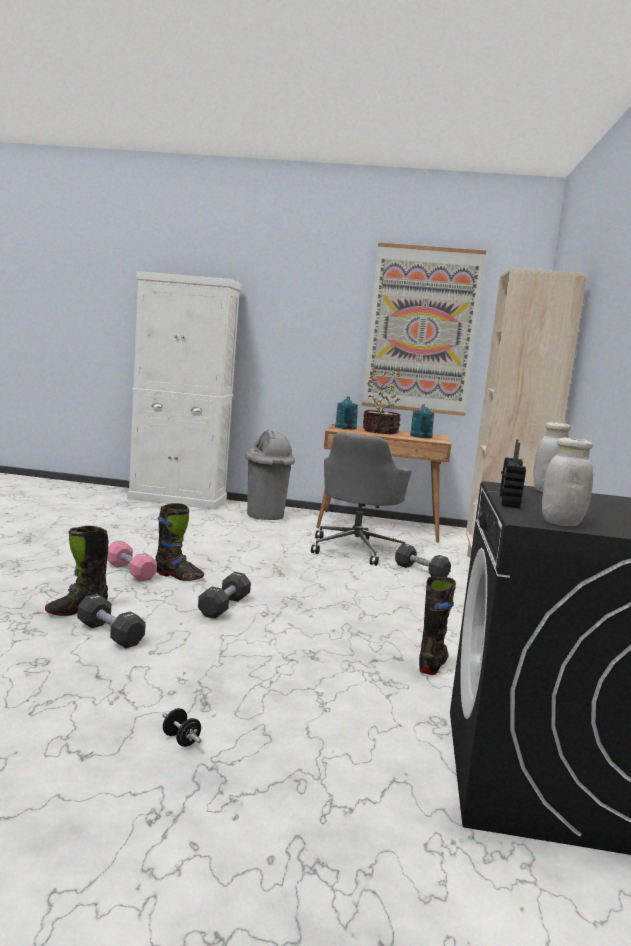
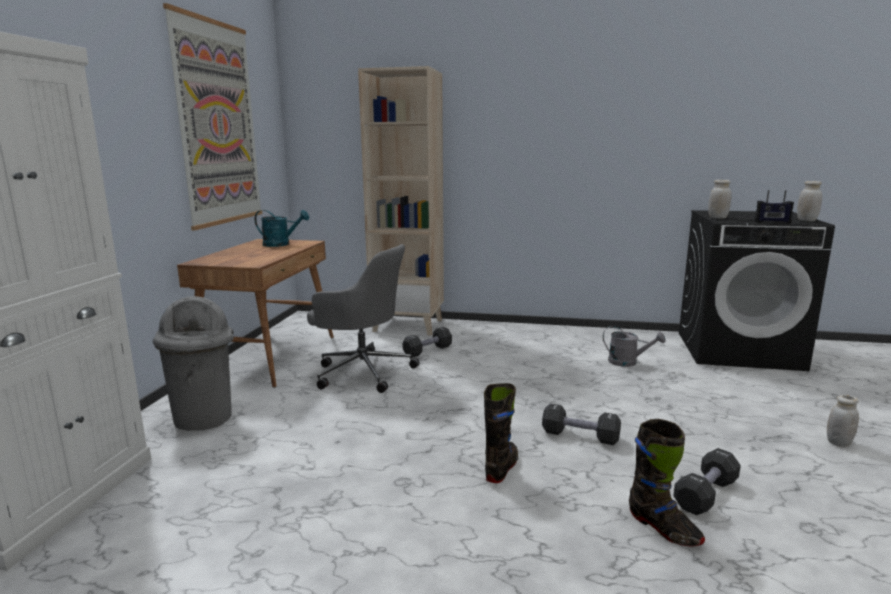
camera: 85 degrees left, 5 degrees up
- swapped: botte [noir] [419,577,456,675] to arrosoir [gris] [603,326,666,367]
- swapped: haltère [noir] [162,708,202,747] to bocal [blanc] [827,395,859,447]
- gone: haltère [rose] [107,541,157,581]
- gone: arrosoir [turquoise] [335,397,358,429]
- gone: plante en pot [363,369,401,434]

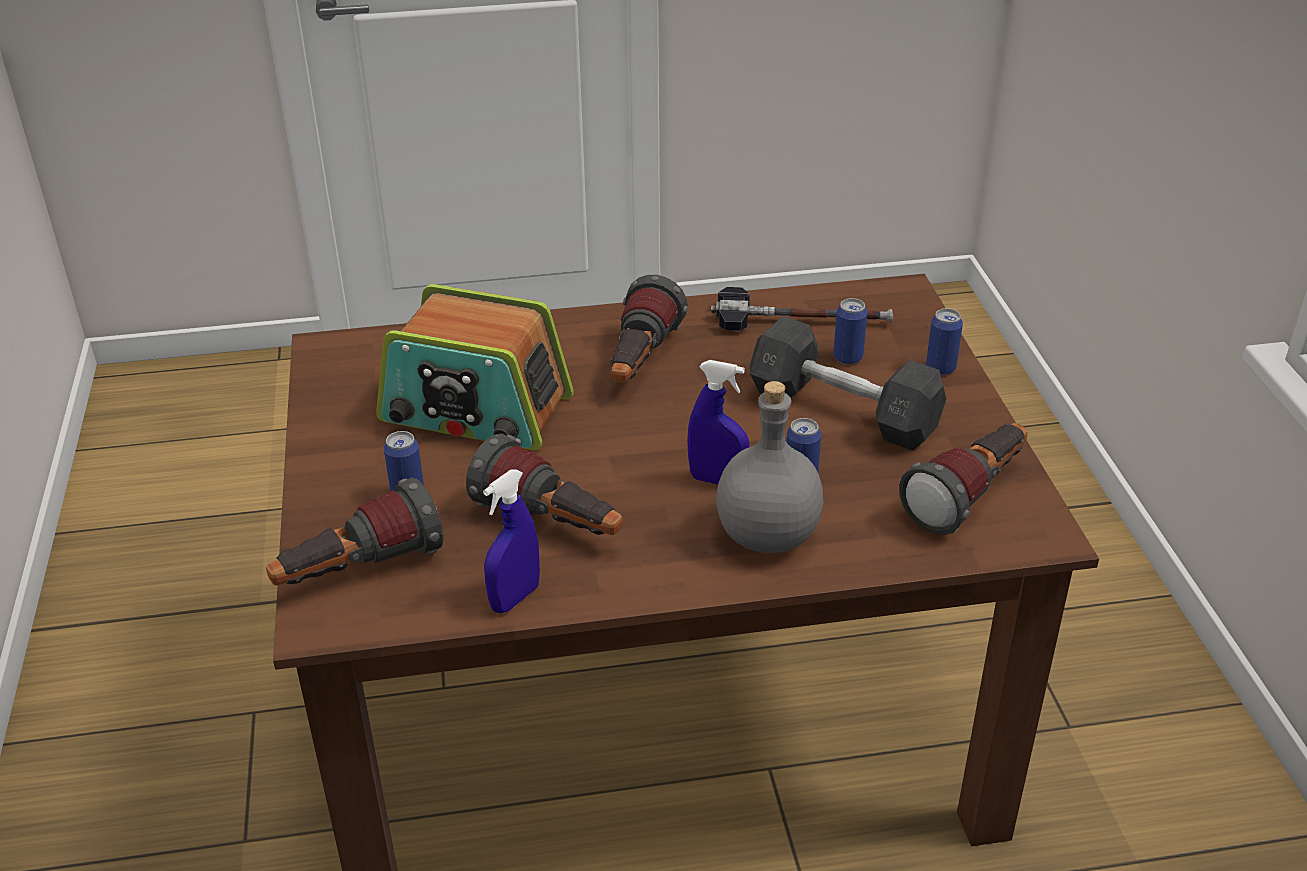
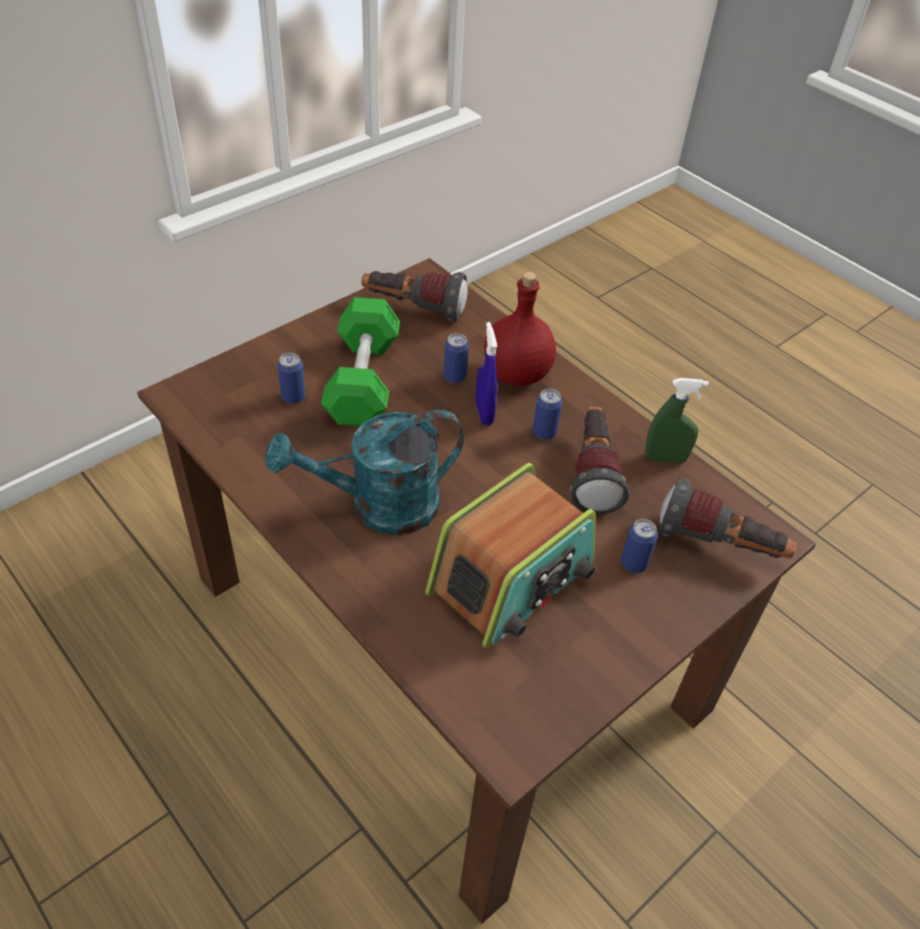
camera: 125 degrees left, 10 degrees up
- swapped: lampe de poche [611,275,688,383] to arrosoir [turquoise] [266,410,464,535]
- repainted: haltère [gris] [750,316,946,451] to haltère [vert] [321,297,400,426]
- rotated: radio [376,284,574,450] = [425,463,596,649] 60 degrees clockwise
- repainted: bouteille [gris] [717,381,823,553] to bouteille [rouge] [484,271,556,386]
- shifted: boîte métallique [926,308,963,375] to [533,389,562,440]
- repainted: vaporisateur [bleu] [483,470,540,613] to vaporisateur [vert] [645,378,709,463]
- gone: marteau [711,287,893,331]

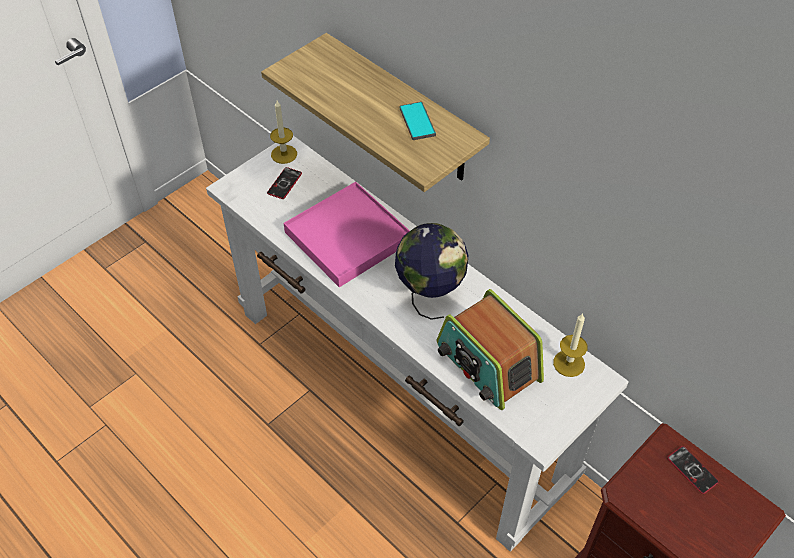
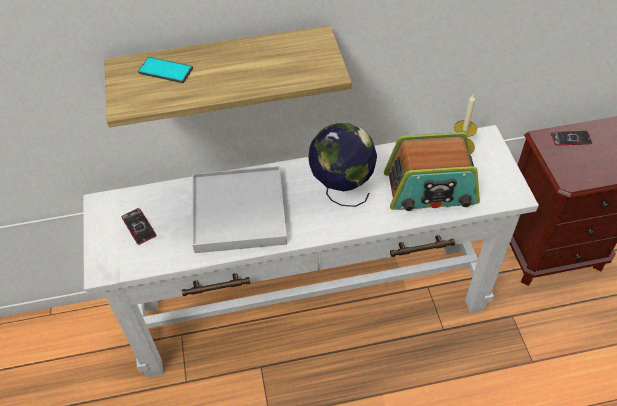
camera: 55 degrees left, 0 degrees up
- shifted: téléphone [399,102,436,140] to [138,57,193,83]
- repainted: plateau [rose] [284,182,410,287] to plateau [blanc] [192,166,287,253]
- gone: bougie [270,100,297,164]

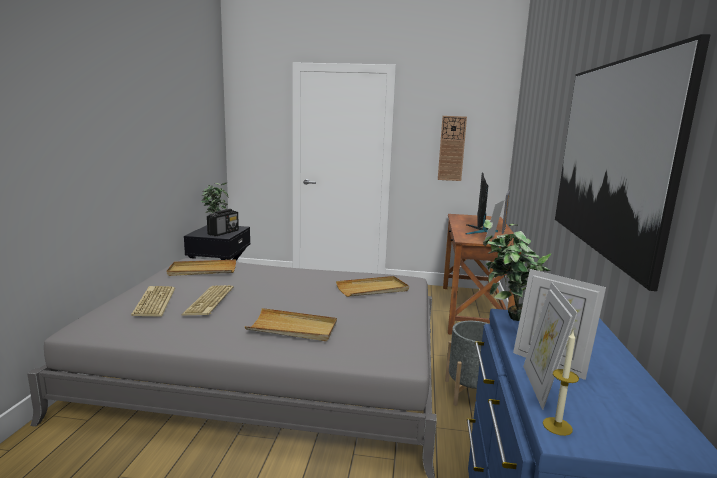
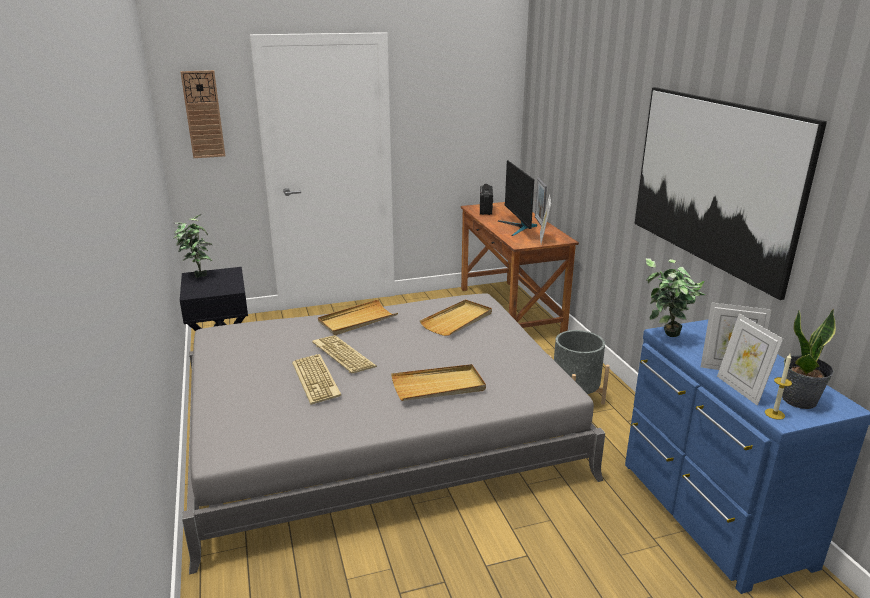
camera: 25 degrees left, 10 degrees up
- shifted: horloge murale [438,116,467,181] to [180,70,225,158]
- shifted: clavier [131,286,175,317] to [312,335,377,373]
- shifted: plateau [beige] [167,260,236,276] to [318,299,398,335]
- shifted: radio [207,209,239,236] to [480,184,493,215]
- new: plante en pot [782,309,836,409]

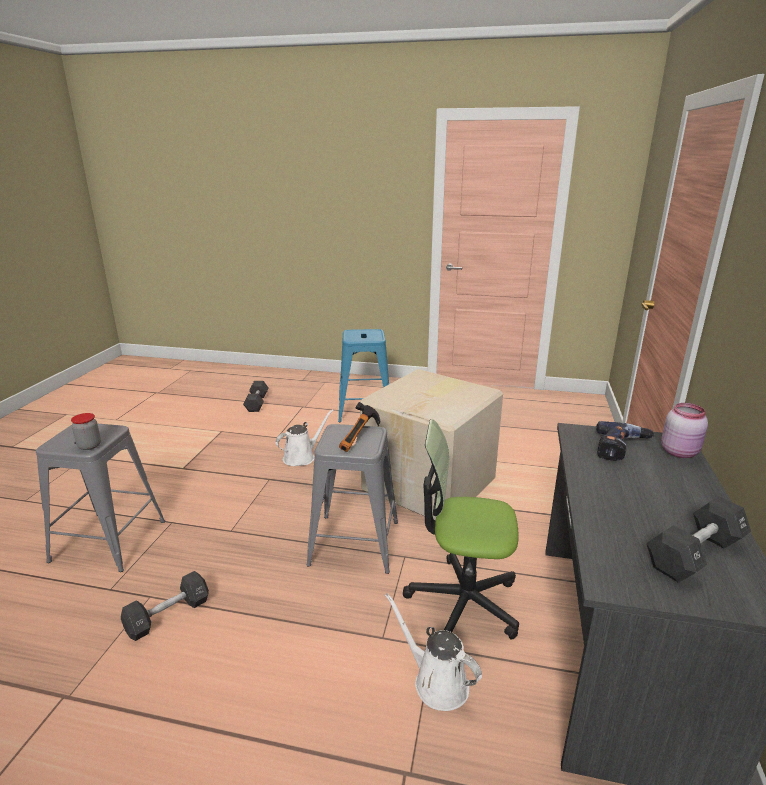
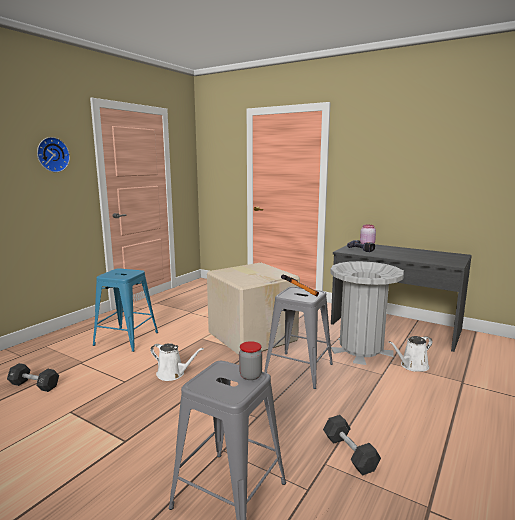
camera: 70 degrees left, 10 degrees down
- new: horloge murale [37,137,70,172]
- rotated: arrosoir [blanc] [276,409,333,466] = [150,343,204,381] 135 degrees clockwise
- swapped: chaise de bureau [403,419,519,640] to poubelle [gris] [330,261,404,365]
- gone: haltère [noir] [646,496,751,583]

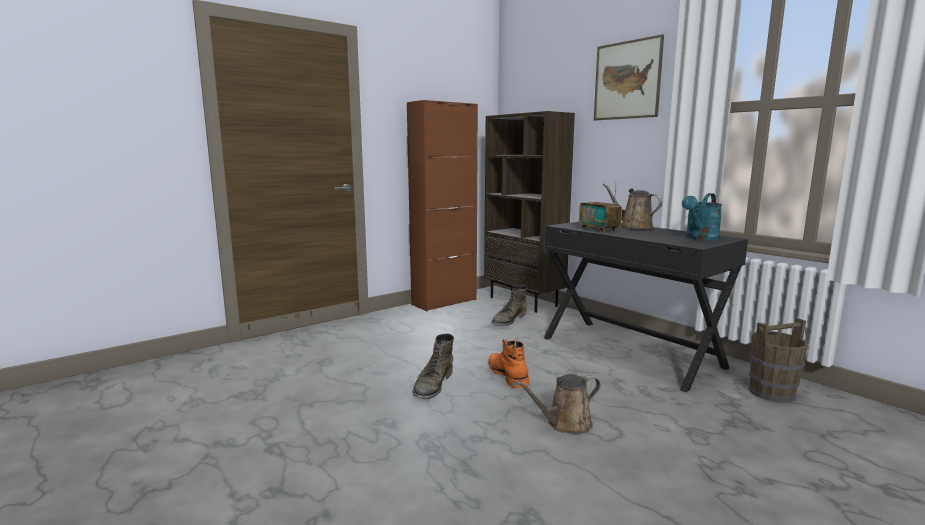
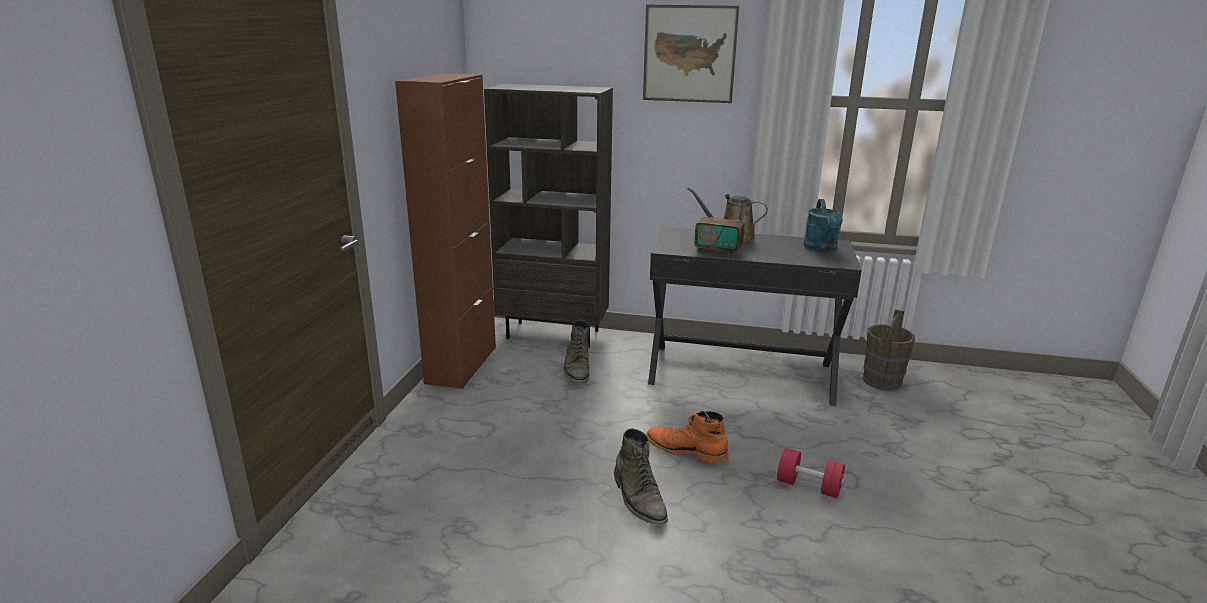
camera: 40 degrees left, 10 degrees up
- swapped: arrosoir [marron] [516,374,601,434] to haltère [rouge] [777,448,845,498]

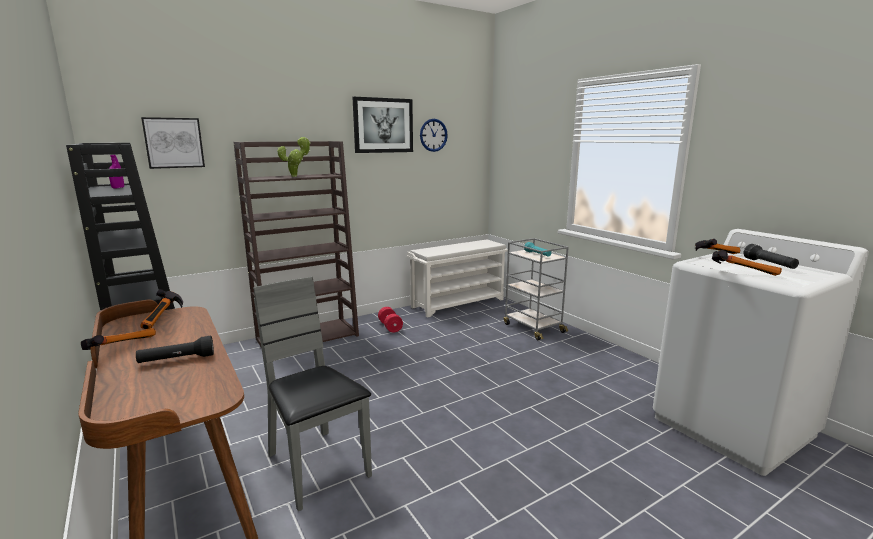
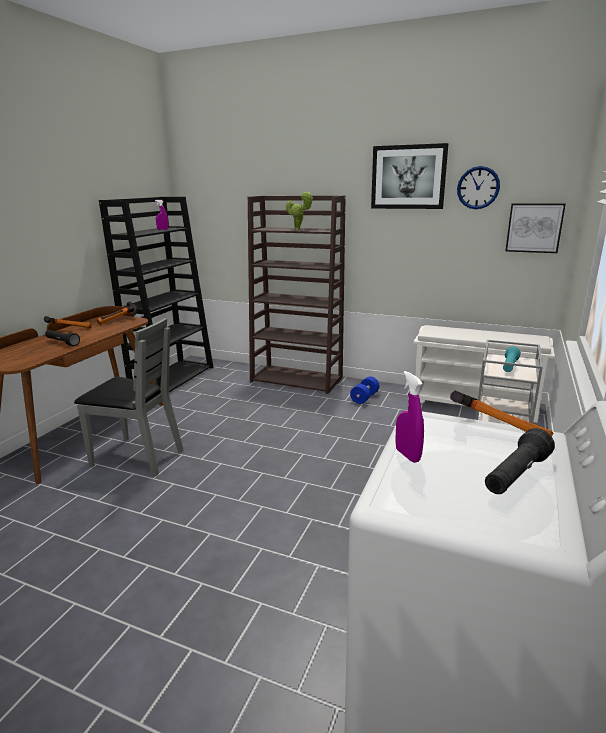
camera: 55 degrees right, 5 degrees up
- rotated: chaise [gris] [253,277,372,511] = [74,318,184,476] 90 degrees clockwise
- repainted: haltère [rouge] [378,307,403,333] to haltère [bleu] [350,376,380,404]
- swapped: marteau [712,250,782,276] to vaporisateur [violet] [395,371,424,463]
- shifted: tableau [141,117,205,169] to [505,203,566,253]

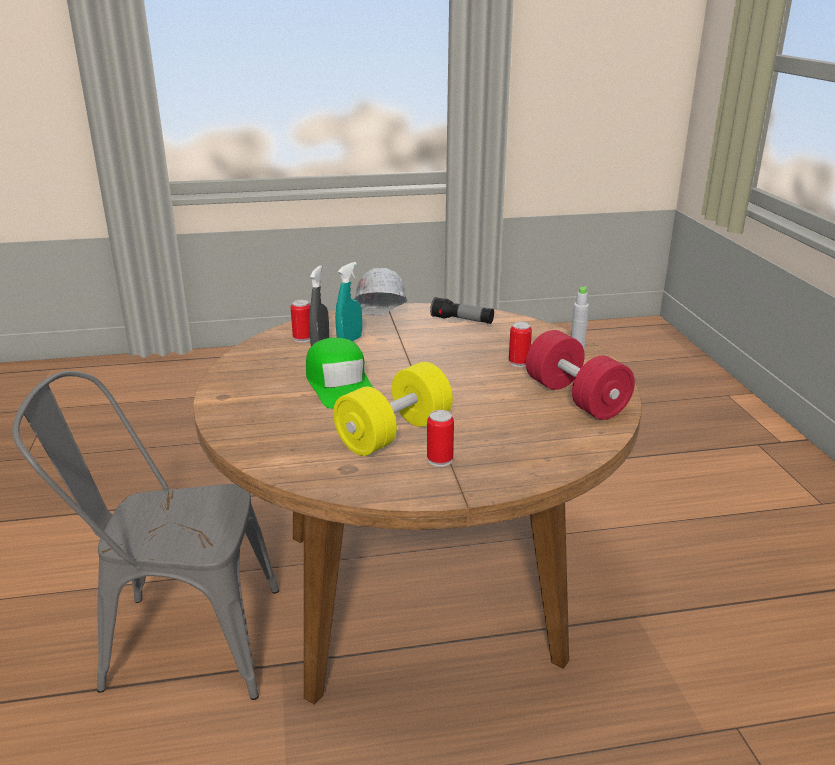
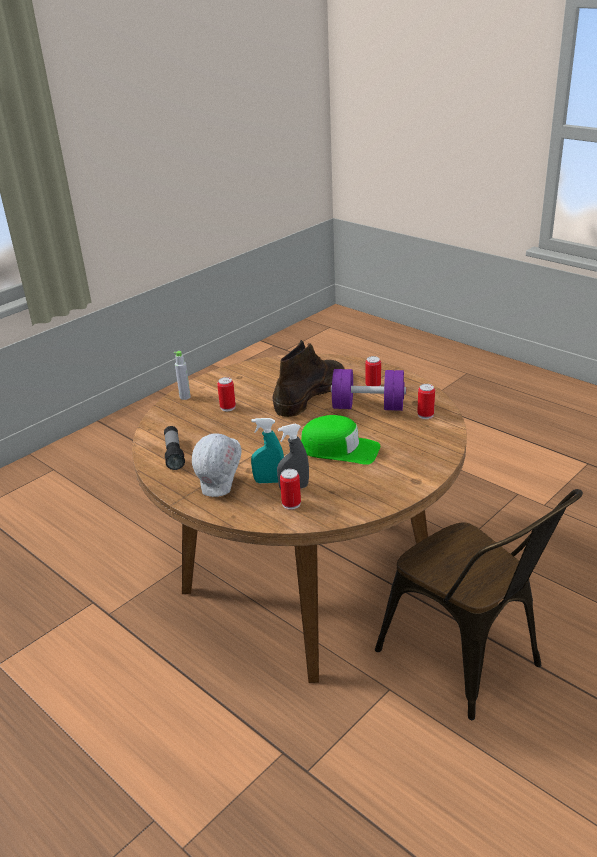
camera: 125 degrees left, 5 degrees up
- new: botte [marron] [272,340,344,417]
- rotated: casquette [vert] [306,338,374,409] = [301,415,380,465] 75 degrees clockwise
- repainted: haltère [jaune] [333,362,453,456] to haltère [violet] [331,369,406,411]
- repainted: chaise [gris] [12,371,279,700] to chaise [marron] [375,489,583,720]
- new: boîte métallique [417,384,435,419]
- gone: haltère [rouge] [526,330,635,420]

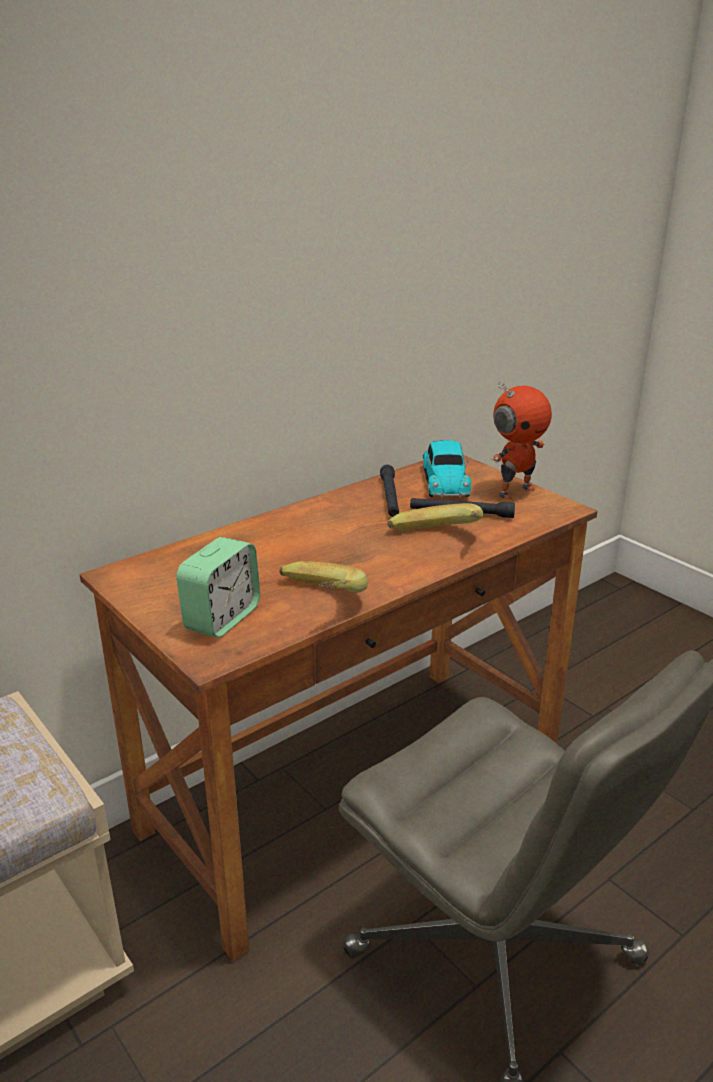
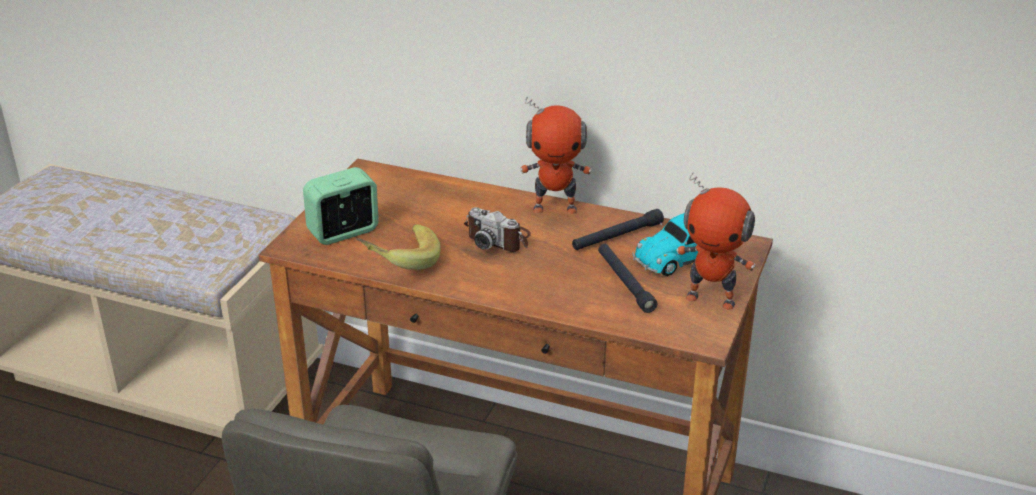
camera: 60 degrees right, 5 degrees up
- rotated: réveil [176,537,260,638] = [303,167,379,245] 150 degrees clockwise
- new: appareil photo [464,207,531,252]
- new: robot jouet [520,96,592,214]
- gone: banane [387,503,484,530]

